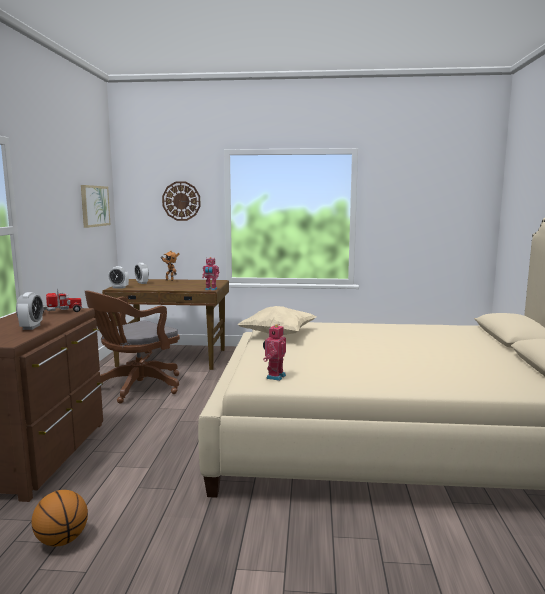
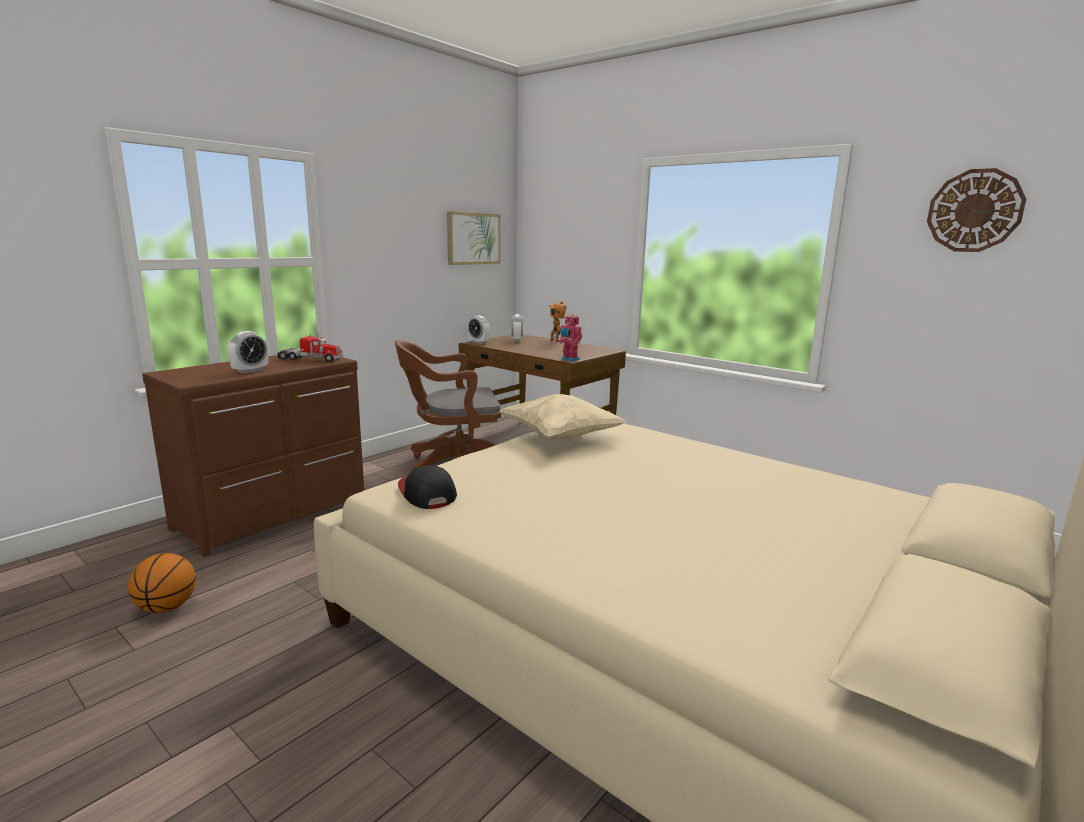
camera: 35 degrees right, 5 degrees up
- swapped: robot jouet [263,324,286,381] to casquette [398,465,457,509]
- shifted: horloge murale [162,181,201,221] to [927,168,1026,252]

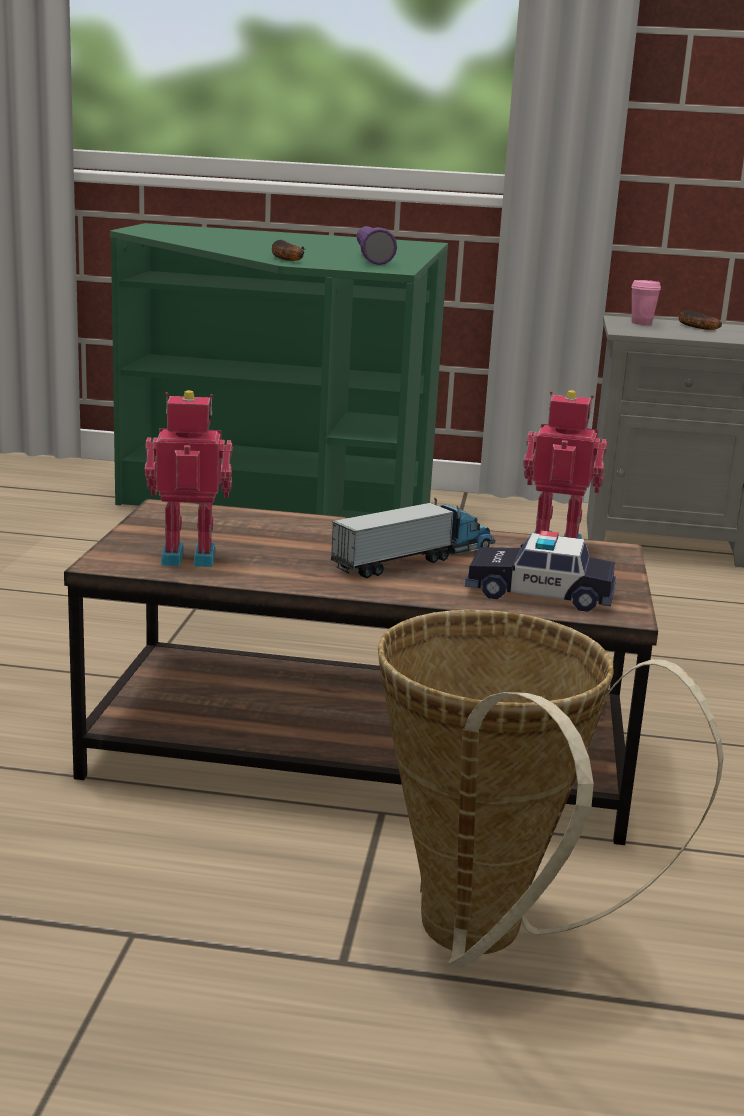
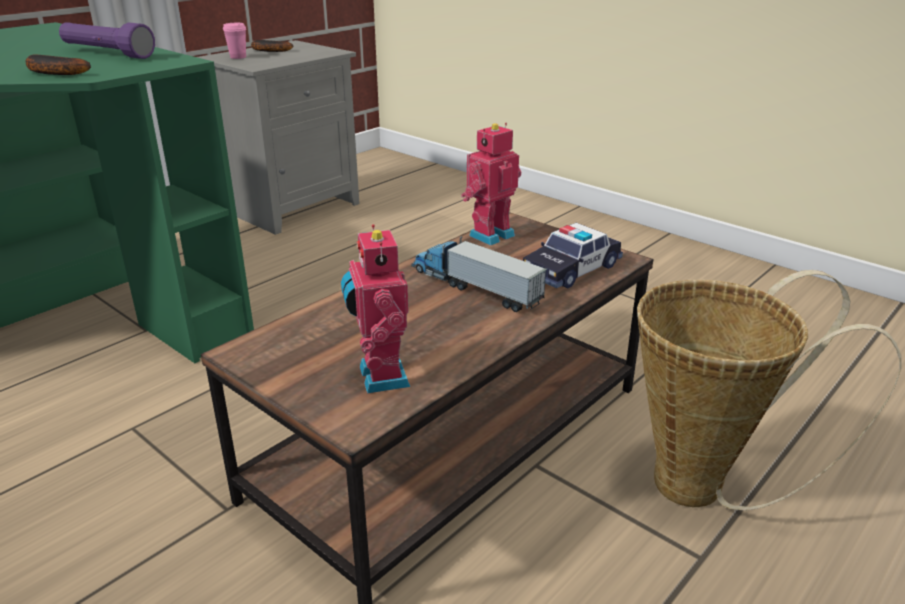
camera: 55 degrees left, 10 degrees up
- rotated: robot jouet [145,390,233,567] = [341,224,410,393] 45 degrees counterclockwise
- rotated: camion jouet [331,497,495,578] = [411,236,547,312] 45 degrees counterclockwise

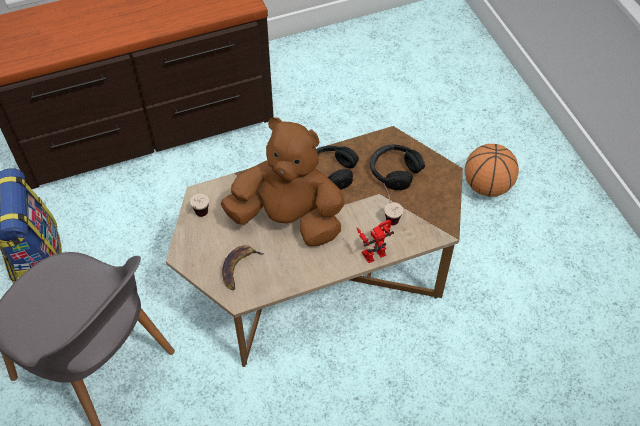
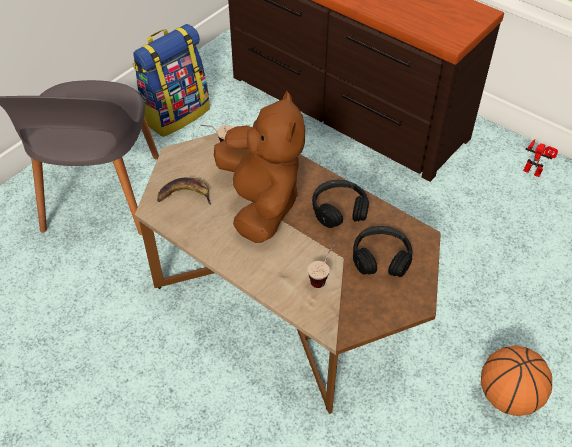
camera: 60 degrees right, 5 degrees down
- shifted: robot jouet [357,220,394,263] to [523,139,558,177]

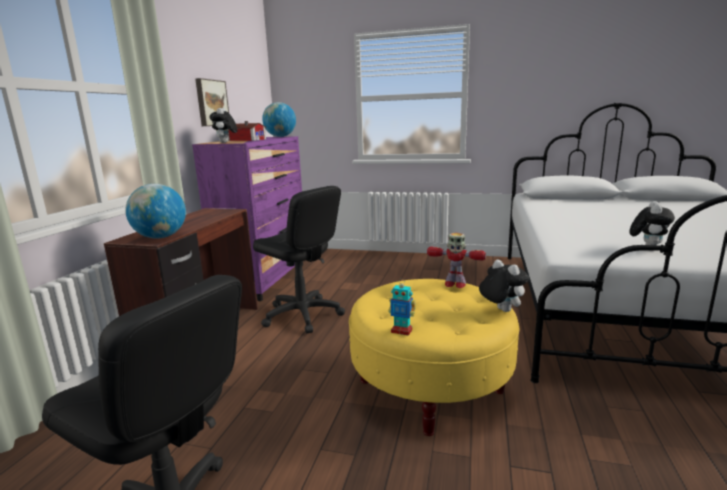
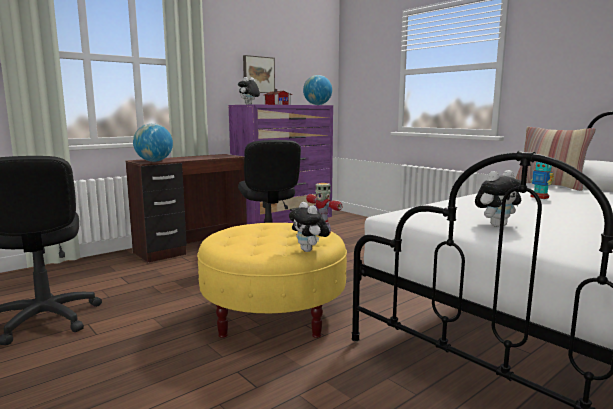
camera: 35 degrees right, 5 degrees down
- rotated: peluche [479,260,529,312] = [289,202,330,252] 150 degrees clockwise
- new: coussin [515,127,596,191]
- shifted: robot jouet [388,279,416,336] to [530,162,554,199]

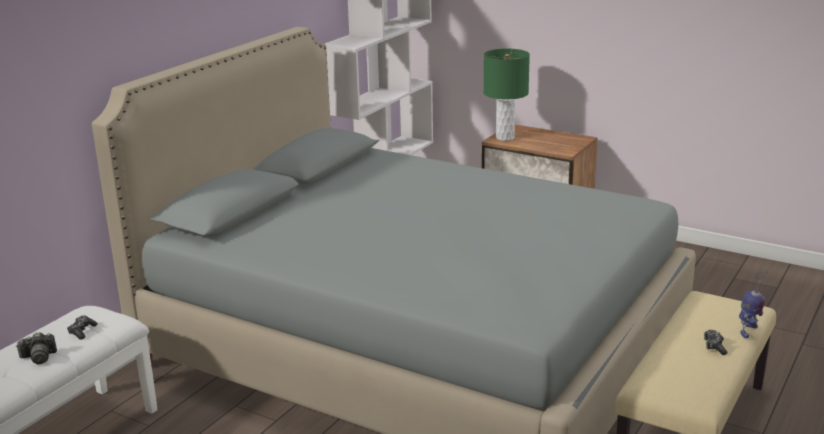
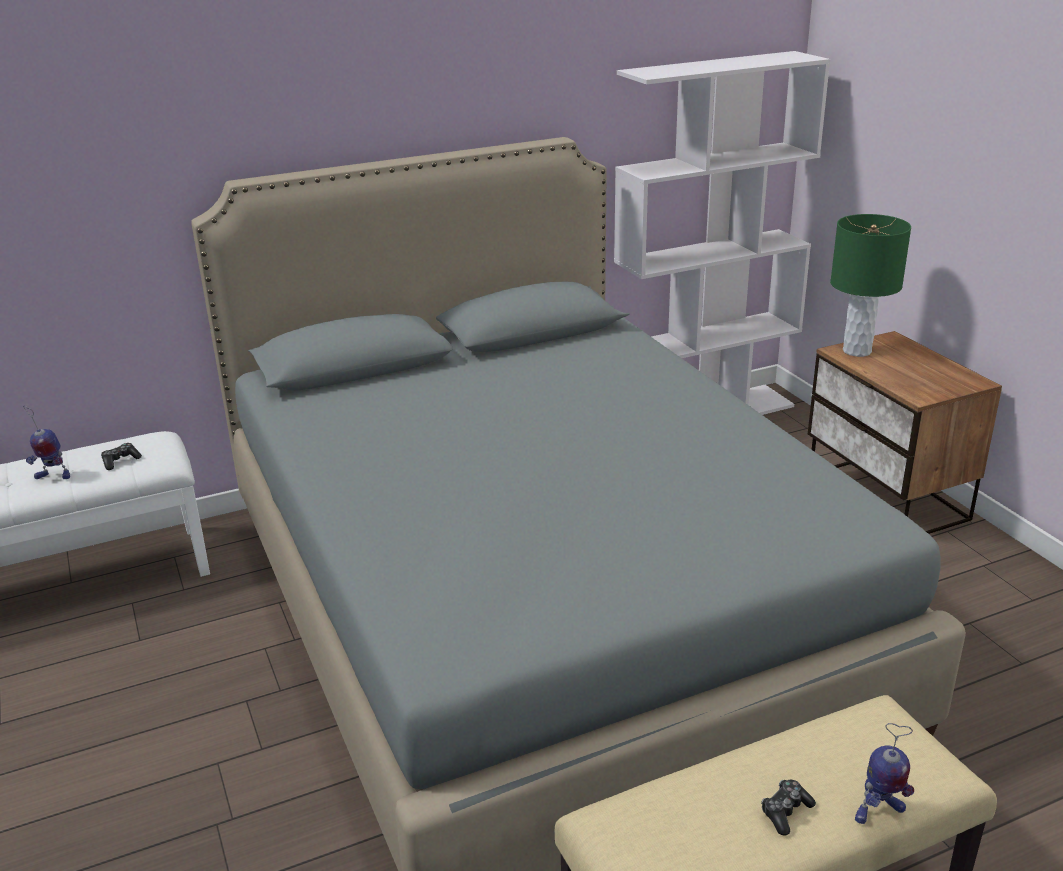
camera: 35 degrees right, 5 degrees up
- swapped: appareil photo [16,332,57,364] to robot jouet [23,405,70,479]

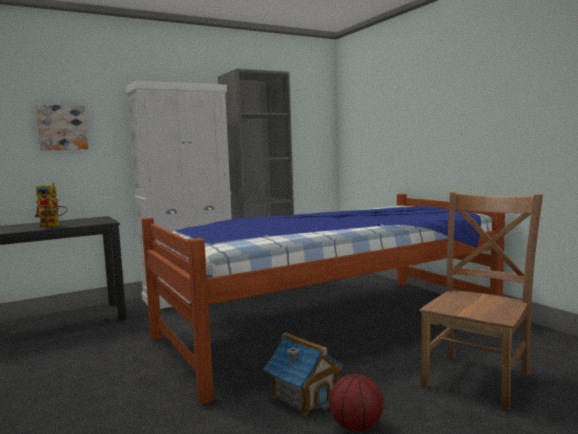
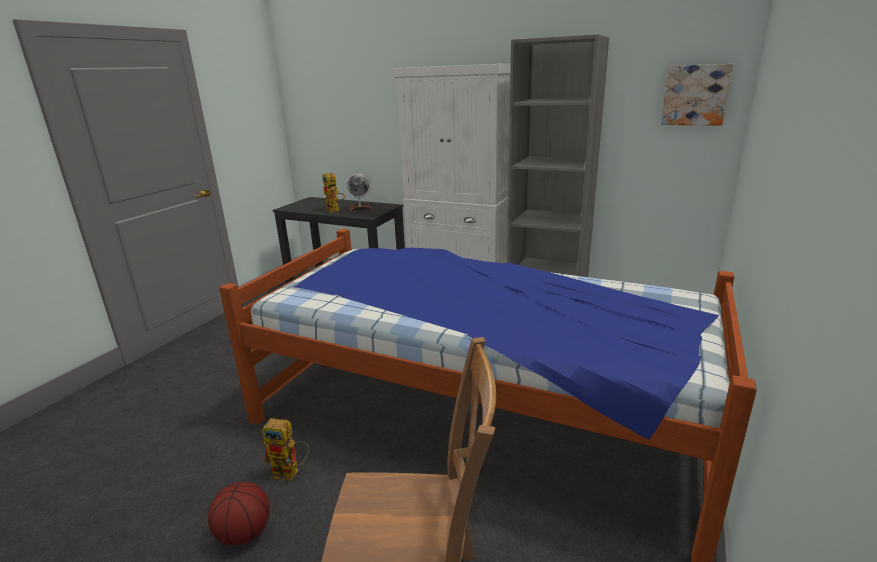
camera: 55 degrees right, 15 degrees up
- swapped: maison miniature [264,332,345,415] to robot jouet [262,418,309,481]
- new: globe [347,172,371,212]
- shifted: tableau [36,105,88,150] to [661,64,733,126]

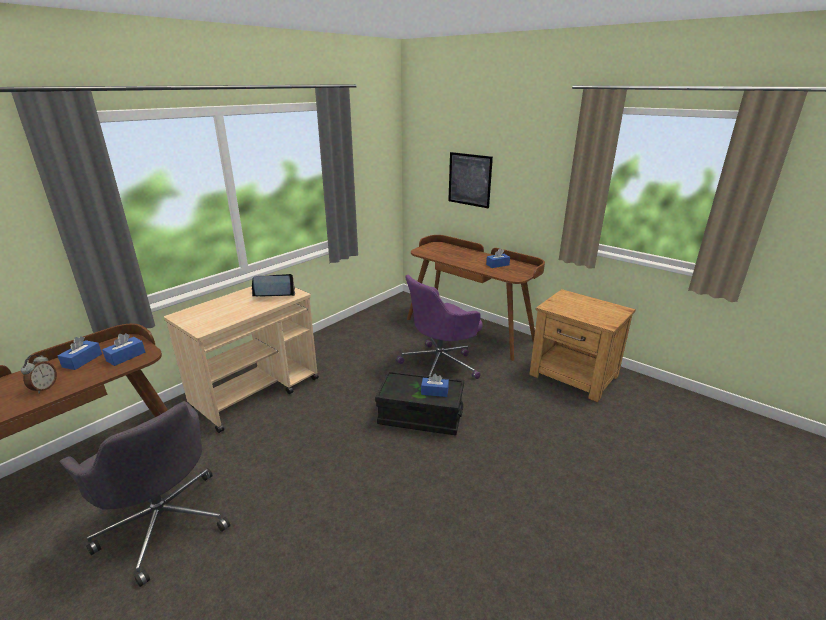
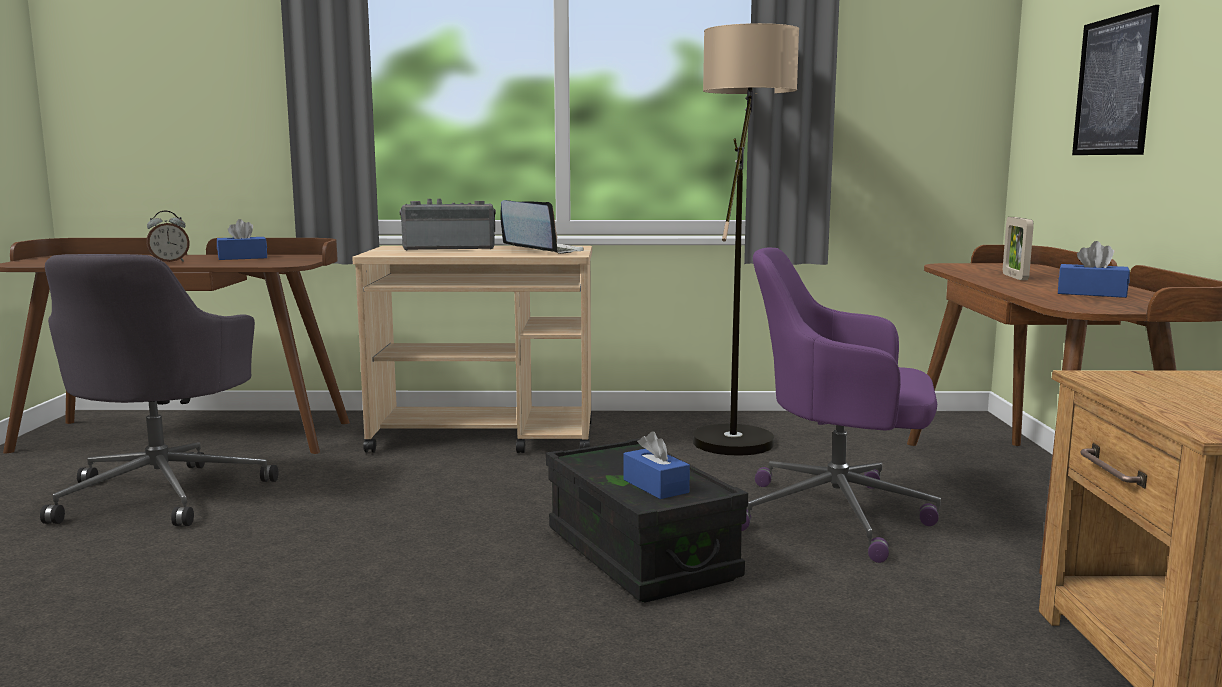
camera: 50 degrees right, 15 degrees down
- new: radio [400,199,496,250]
- new: lampadaire [693,23,799,456]
- new: cadre photo [1003,217,1034,280]
- gone: boîte à mouchoirs [bleu] [102,333,145,366]

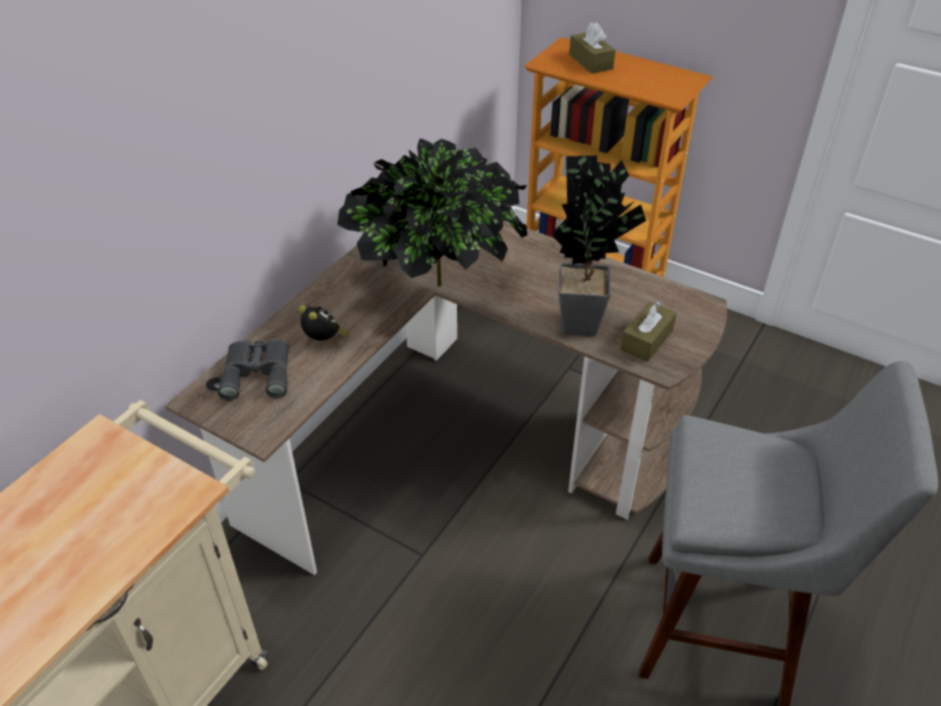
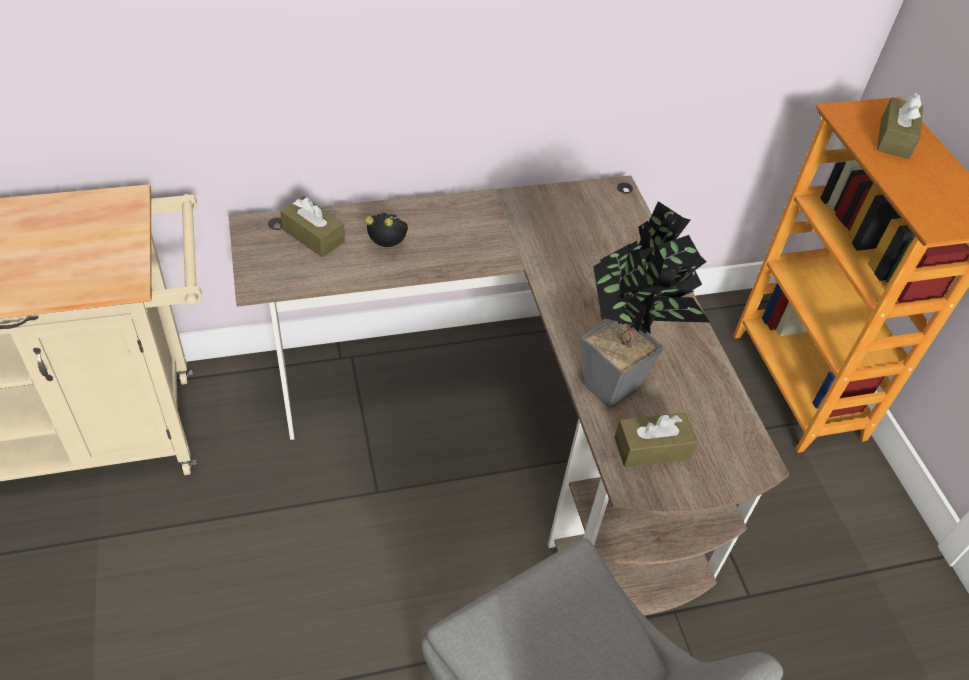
camera: 40 degrees right, 5 degrees up
- swapped: jumelles [gris] [218,339,289,400] to boîte à mouchoirs [marron] [280,196,345,257]
- rotated: réveil [299,305,349,341] = [365,212,409,247] 75 degrees counterclockwise
- gone: plante en pot [337,139,528,287]

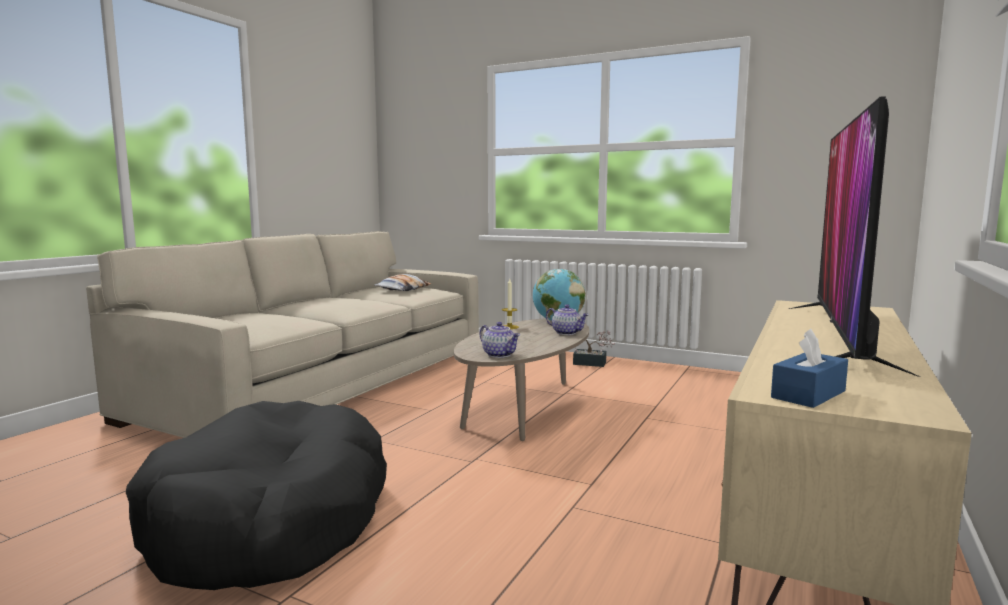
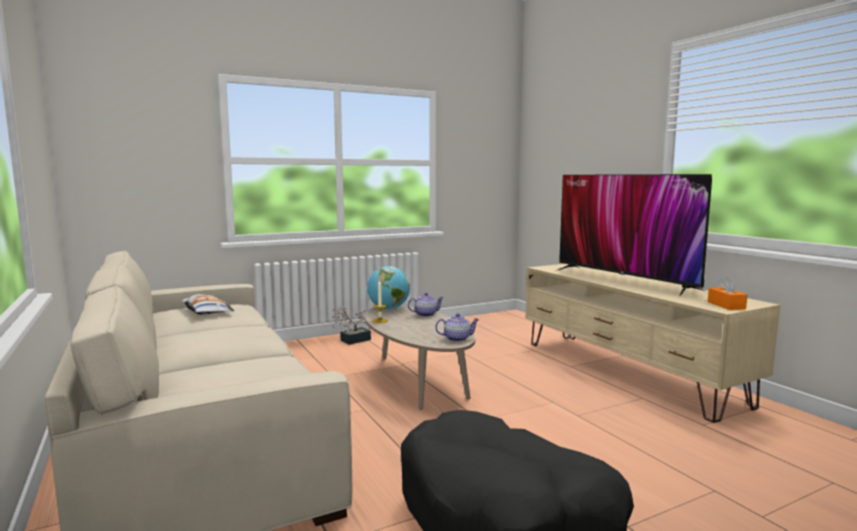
camera: 55 degrees left, 0 degrees up
- repainted: boîte à mouchoirs [bleu] [771,329,848,408] to boîte à mouchoirs [orange] [708,277,747,310]

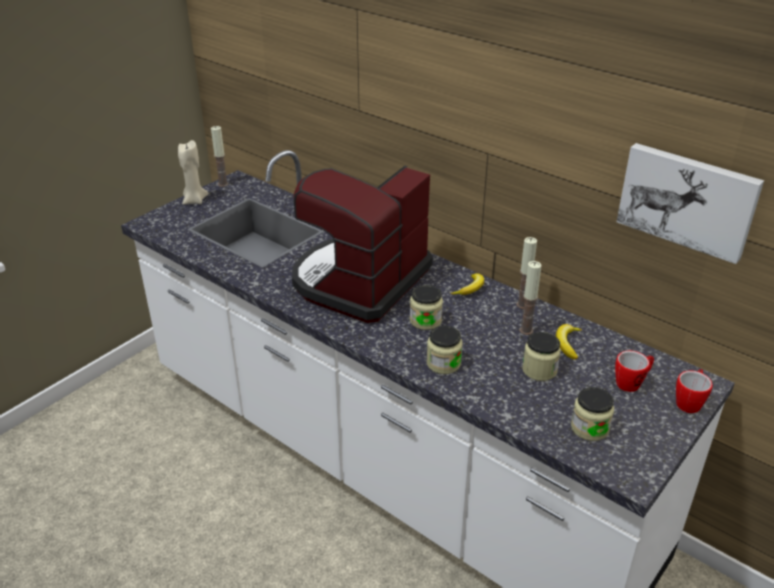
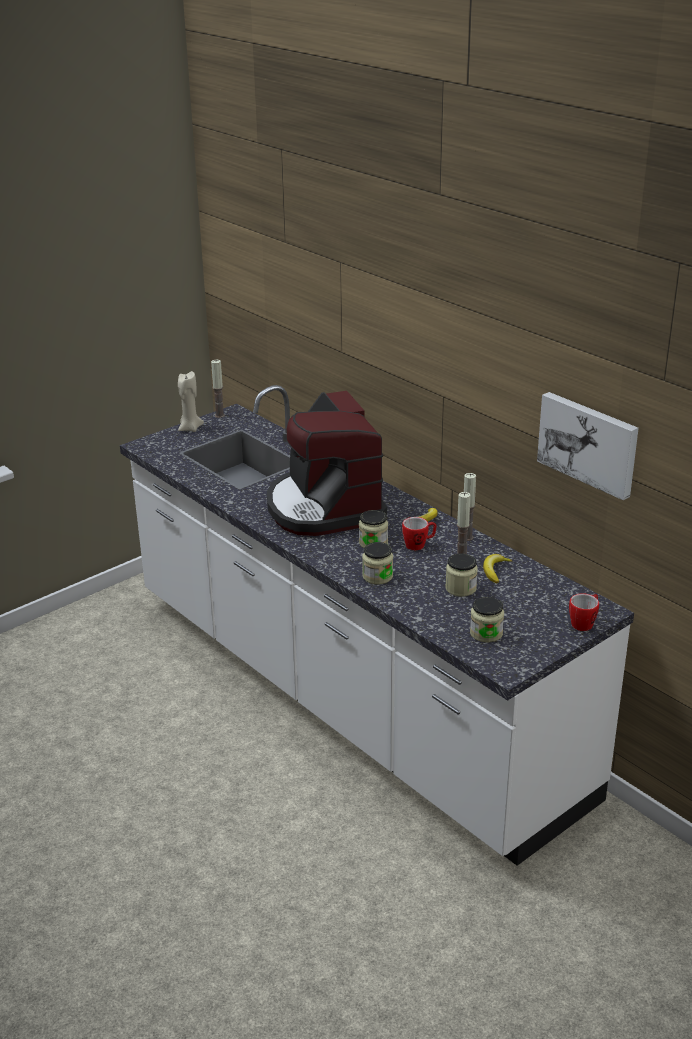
camera: 10 degrees right, 5 degrees down
- rotated: machine à café [292,166,433,323] = [267,391,387,536] 60 degrees counterclockwise
- shifted: mug [615,351,654,392] to [402,517,436,550]

